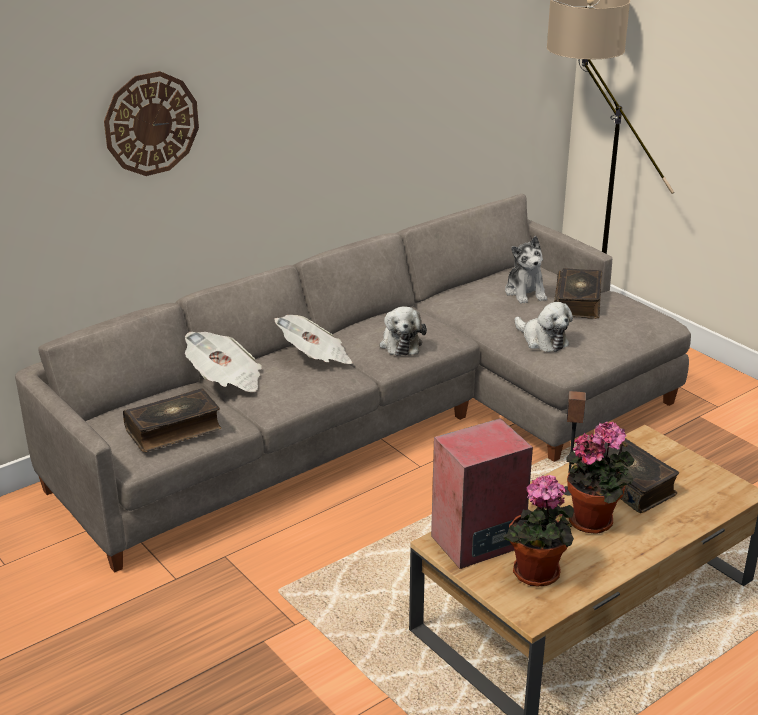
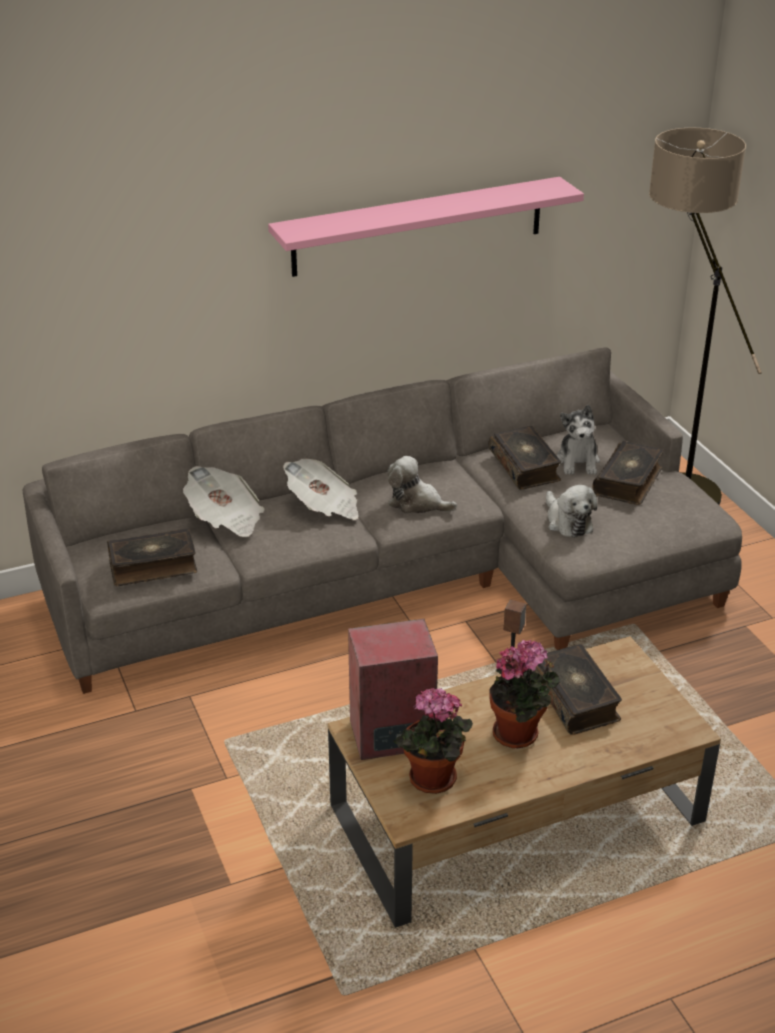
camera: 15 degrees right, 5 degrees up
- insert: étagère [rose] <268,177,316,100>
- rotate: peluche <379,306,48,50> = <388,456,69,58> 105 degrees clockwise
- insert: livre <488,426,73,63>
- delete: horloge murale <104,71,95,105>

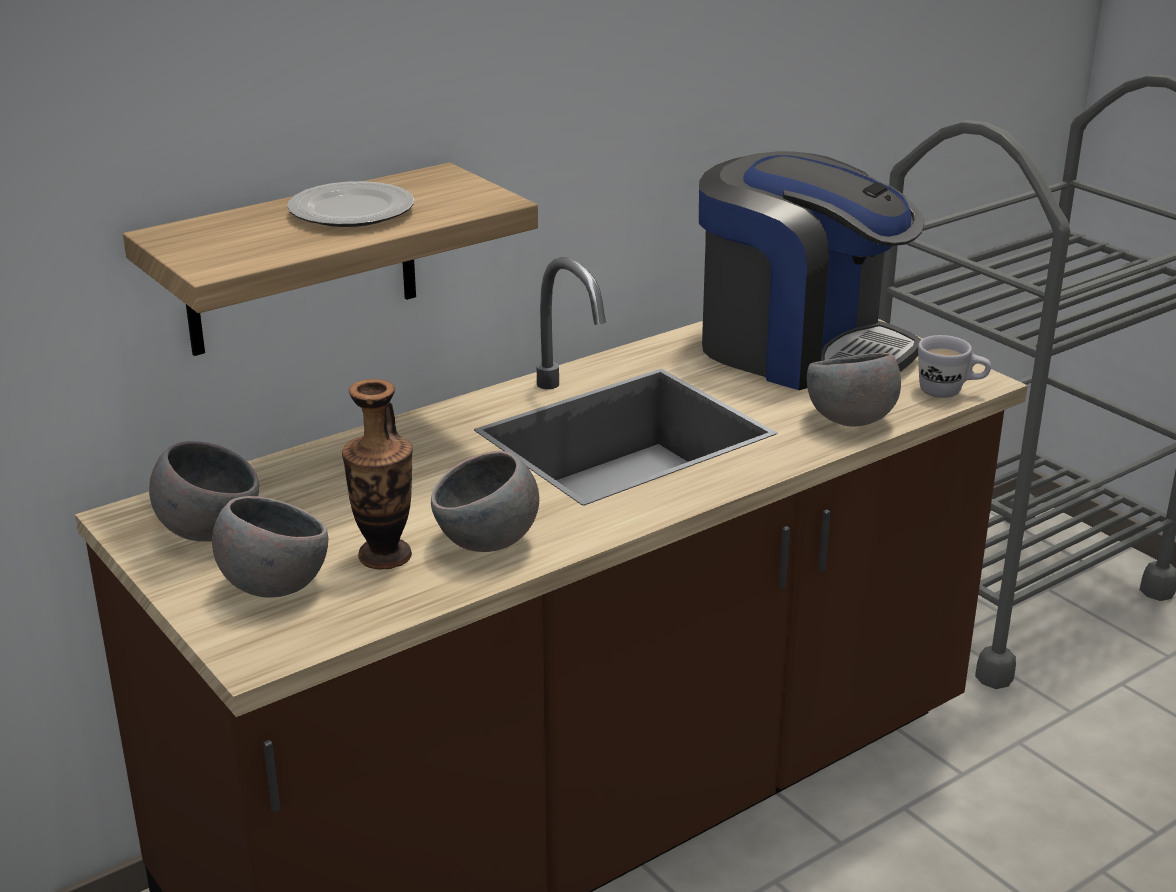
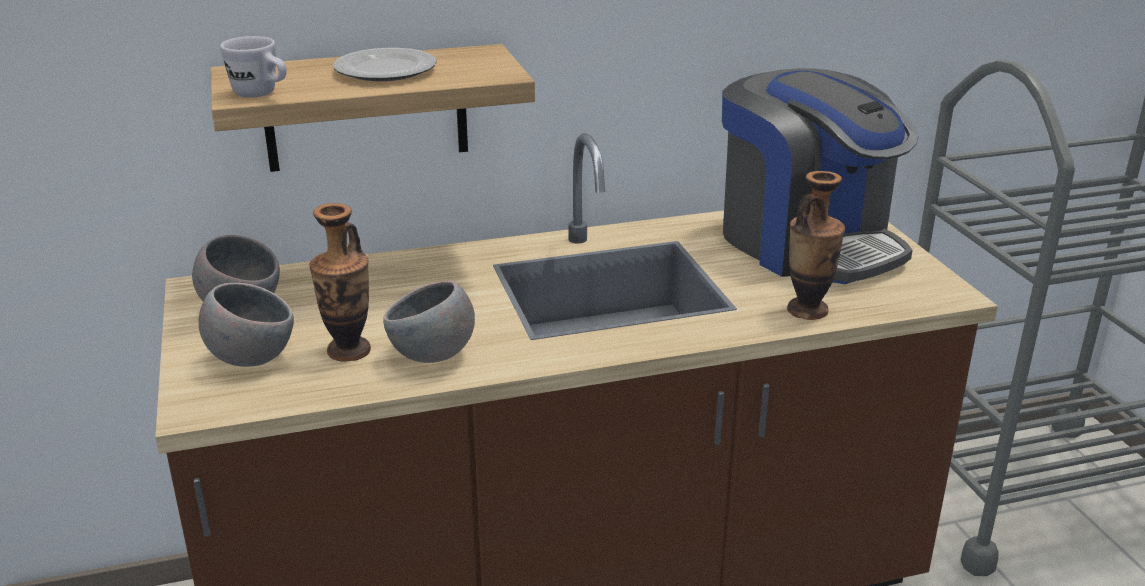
camera: 20 degrees right, 0 degrees up
- move: mug [blanc] <918,335,73,63> to <220,36,67,62>
- replace: bol [gris] <807,353,94,74> to vase <787,171,58,149>

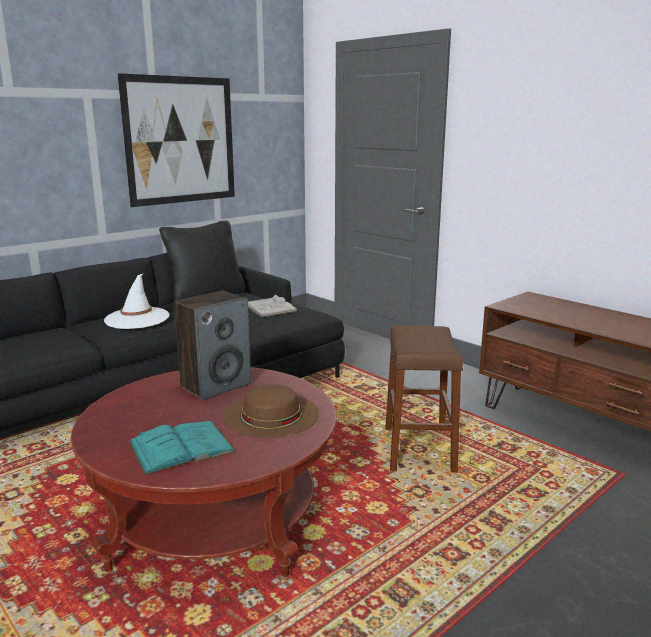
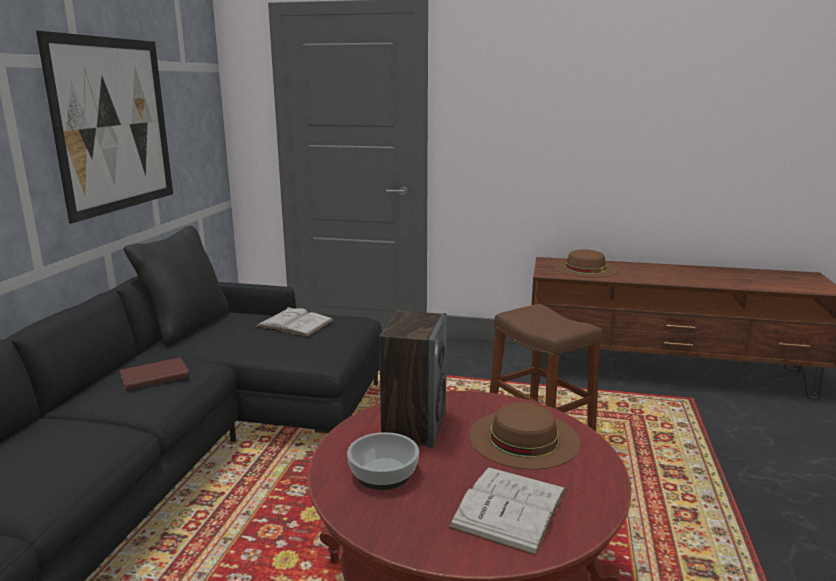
camera: 35 degrees left, 0 degrees up
- replace: chapeau [blanc] <104,274,65,55> to livre [marron] <119,358,71,33>
- insert: bol <347,432,72,58>
- recolor: livre [turquoise] <129,421,107,54> to livre [blanc] <448,467,118,89>
- insert: chapeau [marron] <553,249,66,28>

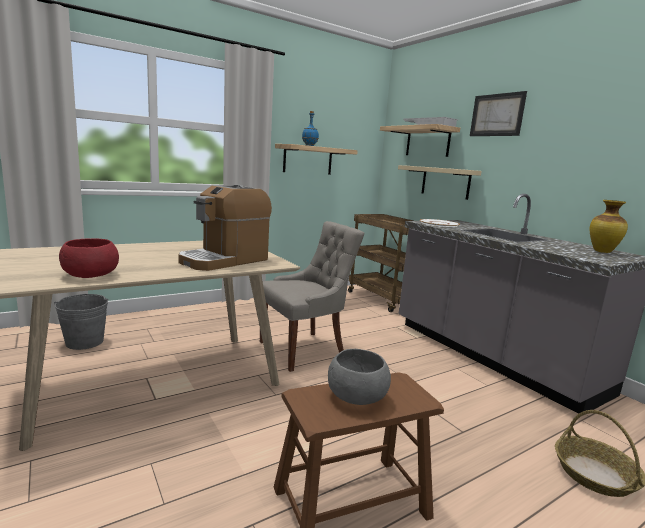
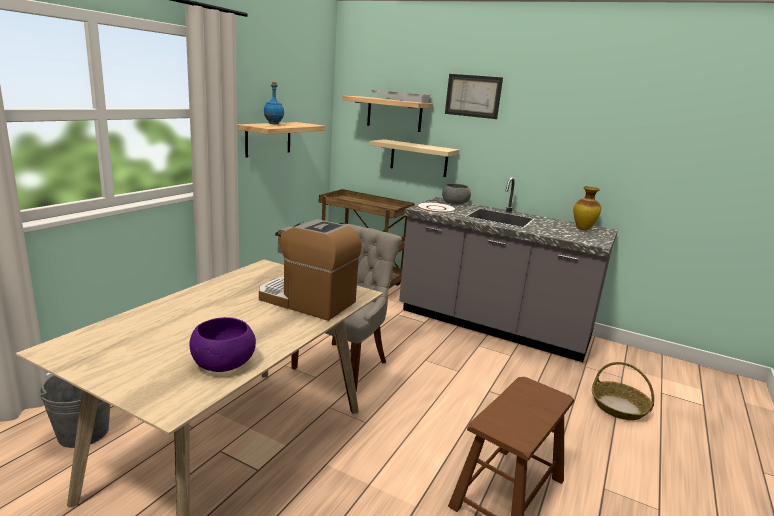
camera: 30 degrees left, 5 degrees up
- recolor: bol [rouge] <59,238,60,40> to bol [violet] <189,317,67,55>
- rotate: machine à café <178,185,94,86> = <259,219,103,102> 105 degrees clockwise
- move: bol [gris] <328,349,63,56> to <442,183,29,22>

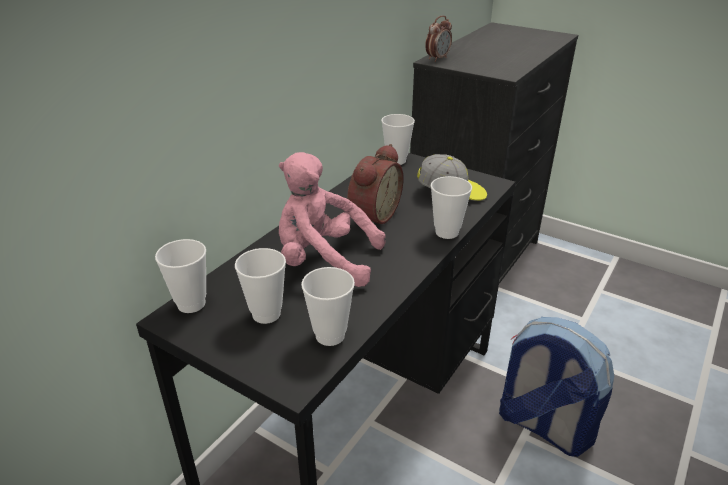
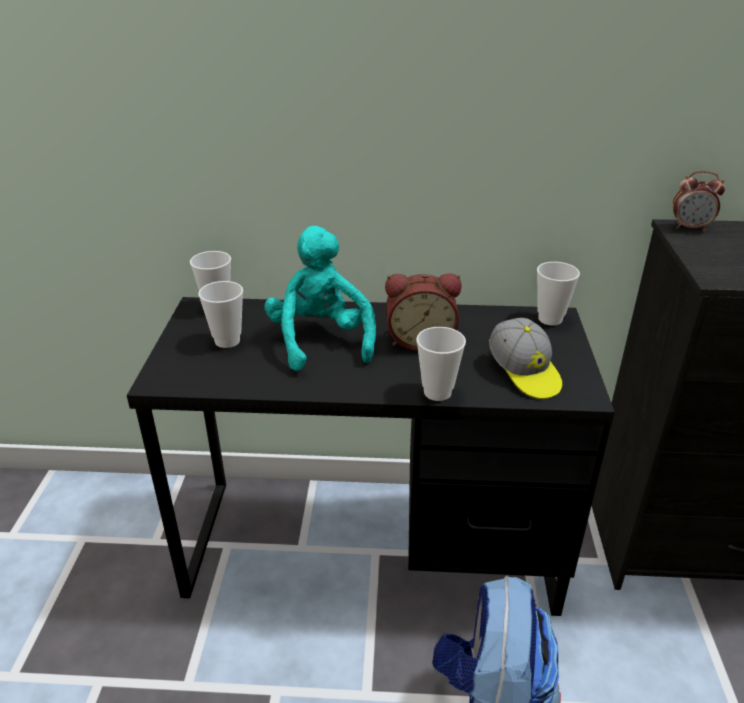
camera: 60 degrees right, 0 degrees up
- recolor: peluche [rose] <279,152,107,135> to peluche [turquoise] <264,226,112,145>
- delete: tasse <301,267,54,79>

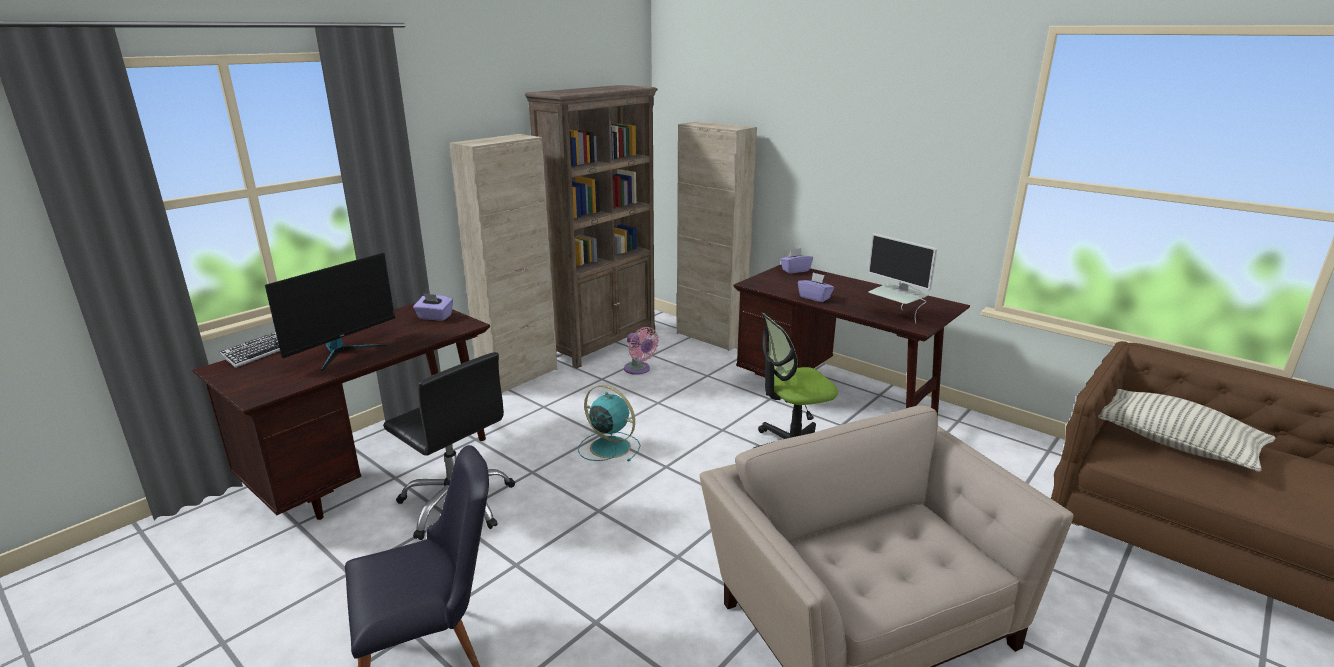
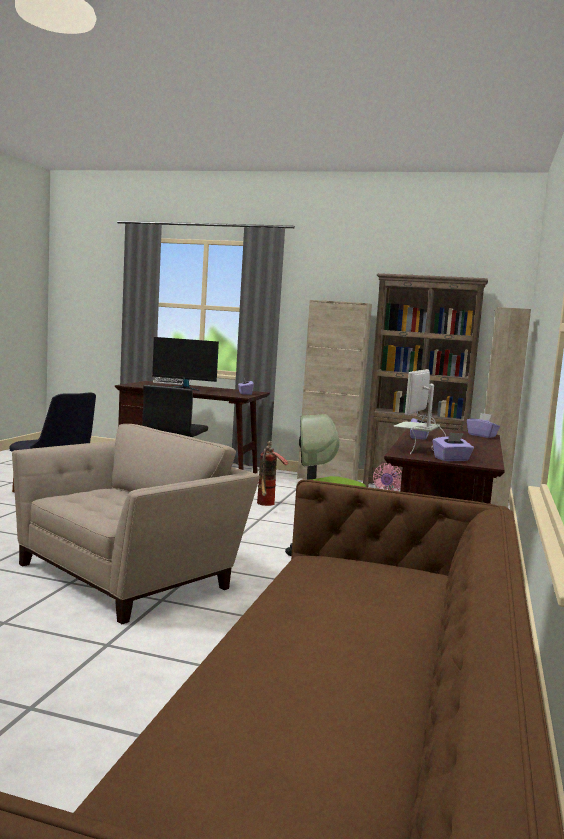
camera: 65 degrees right, 15 degrees down
- replace: ventilateur [turquoise] <578,385,63,77> to extincteur <257,441,31,65>
- insert: boîte à mouchoirs [violet] <433,433,41,28>
- delete: coussin <1098,389,178,83>

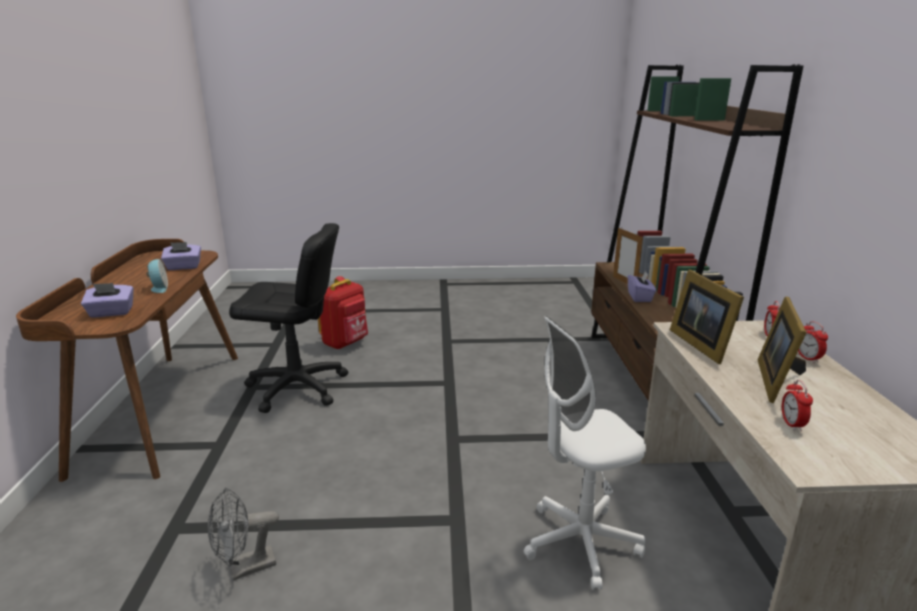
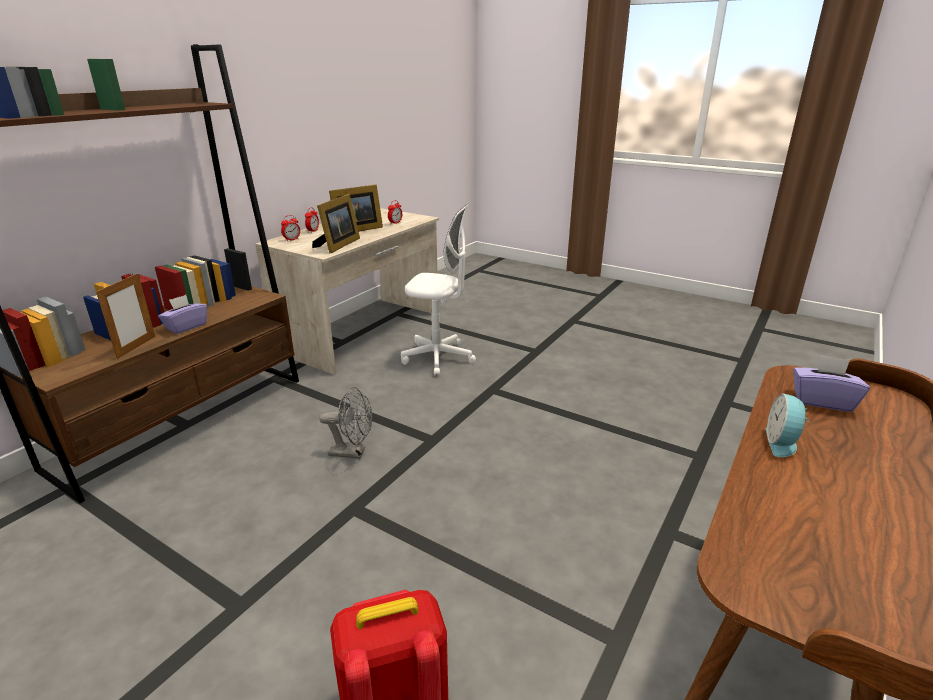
camera: 145 degrees left, 5 degrees up
- move: ventilateur [gris] <208,487,71,93> to <319,387,53,72>
- delete: boîte à mouchoirs [violet] <161,242,40,28>
- delete: chaise de bureau [noir] <229,223,119,190>

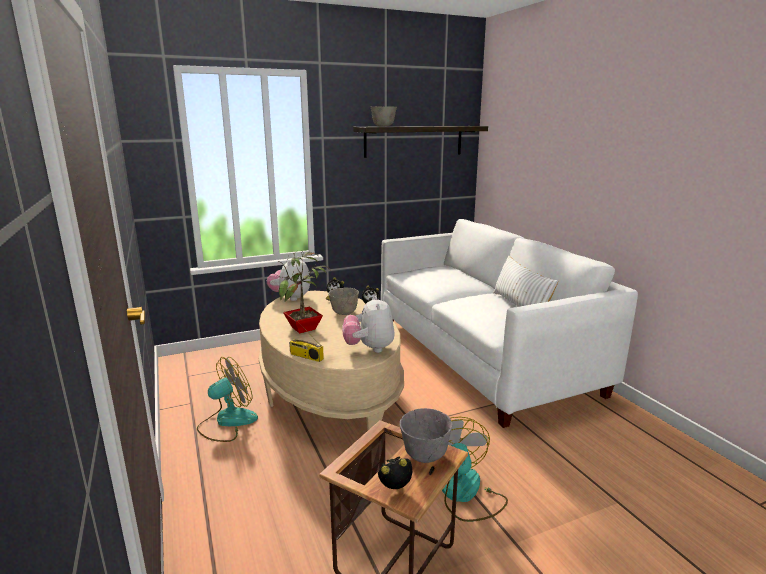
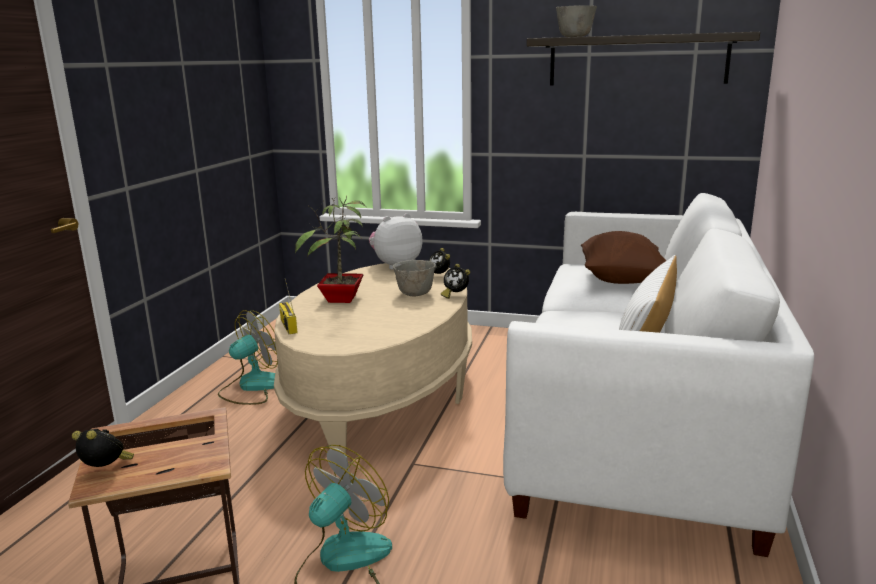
camera: 40 degrees right, 0 degrees up
- rotate: ventilateur <197,357,61,85> = <218,310,60,95> 45 degrees counterclockwise
- insert: coussin [marron] <581,231,85,53>
- delete: peluche <342,296,53,57>
- delete: bol [gris] <400,408,53,55>

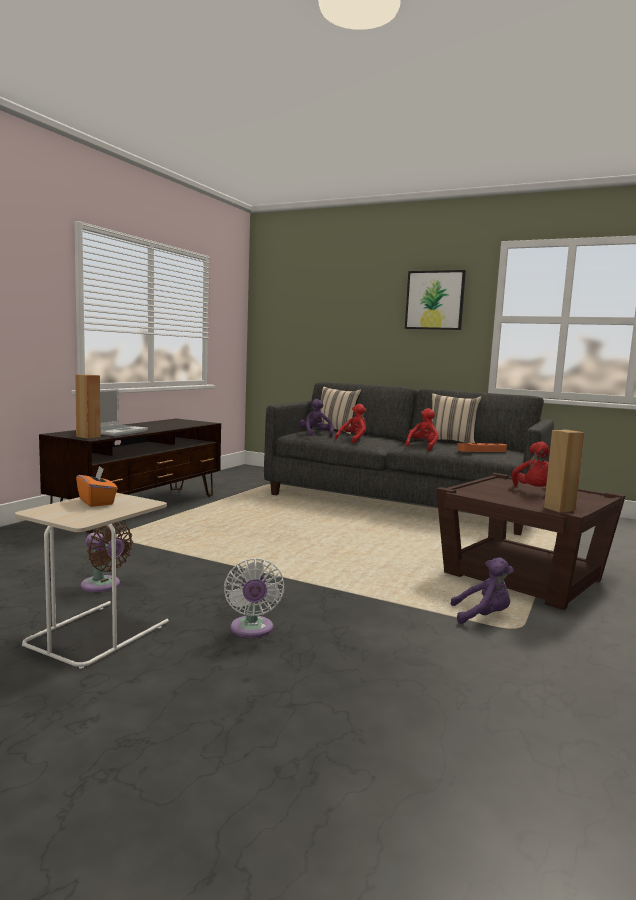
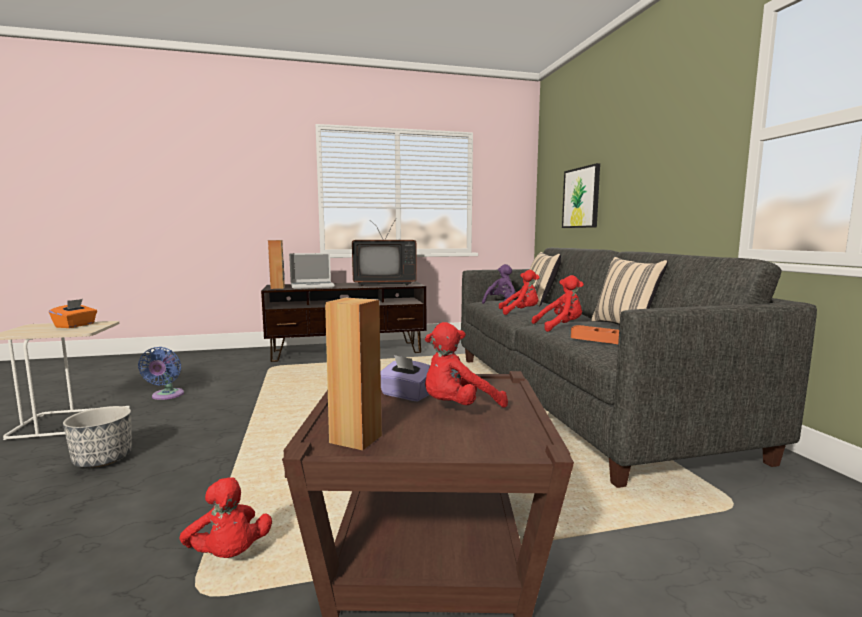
camera: 50 degrees right, 0 degrees up
- replace: ventilateur [blanc] <224,558,60,80> to cache-pot <63,406,69,61>
- recolor: ventilateur [marron] <81,522,52,70> to ventilateur [bleu] <138,347,46,53>
- recolor: peluche [violet] <450,558,64,66> to peluche [rouge] <180,477,92,81>
- insert: téléviseur <352,219,65,67>
- insert: boîte à mouchoirs [violet] <381,355,49,47>
- move: tableau <405,270,61,60> to <562,163,38,65>

